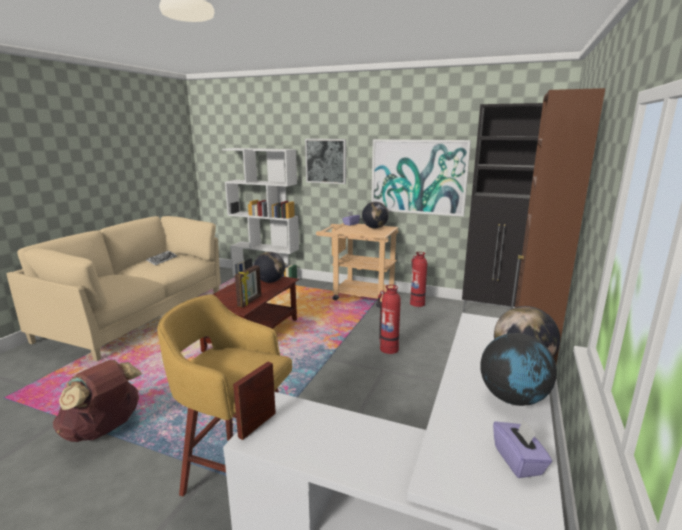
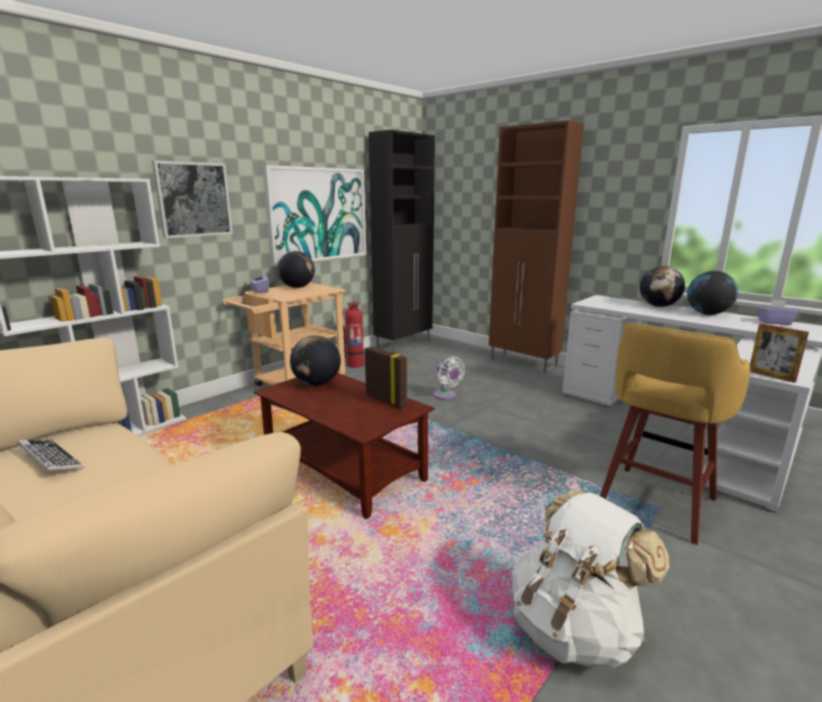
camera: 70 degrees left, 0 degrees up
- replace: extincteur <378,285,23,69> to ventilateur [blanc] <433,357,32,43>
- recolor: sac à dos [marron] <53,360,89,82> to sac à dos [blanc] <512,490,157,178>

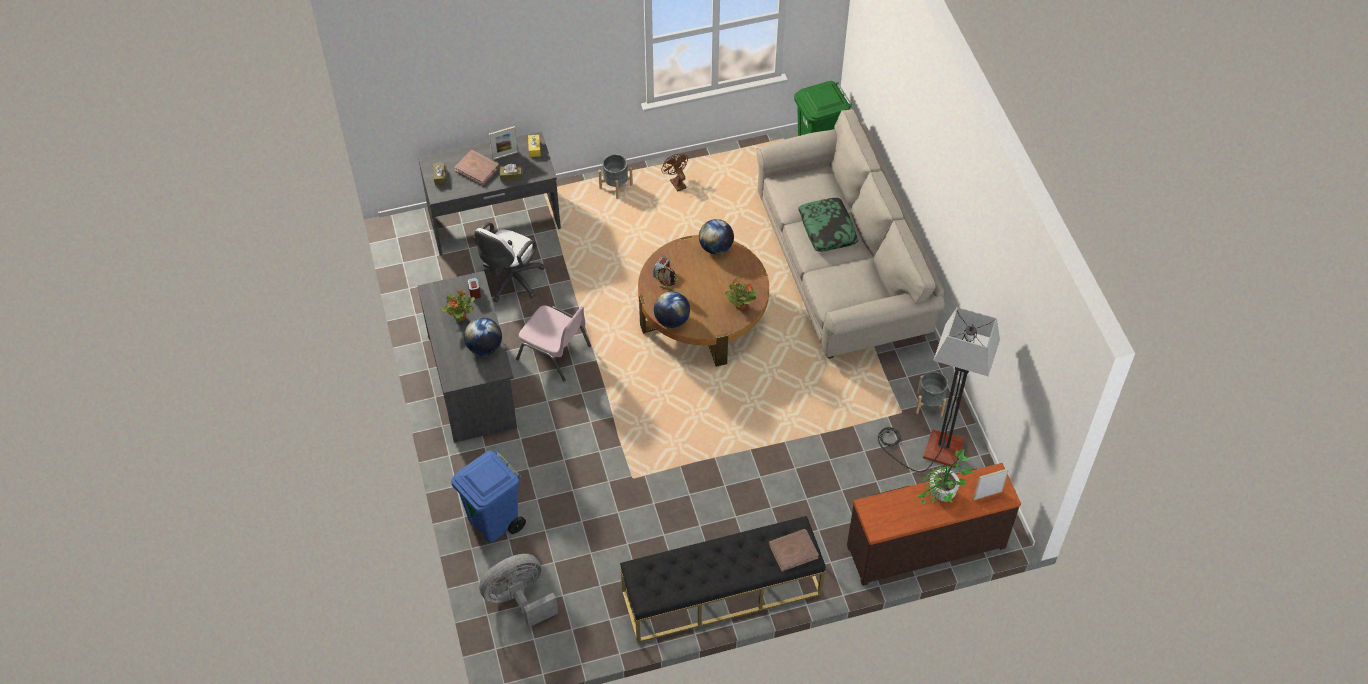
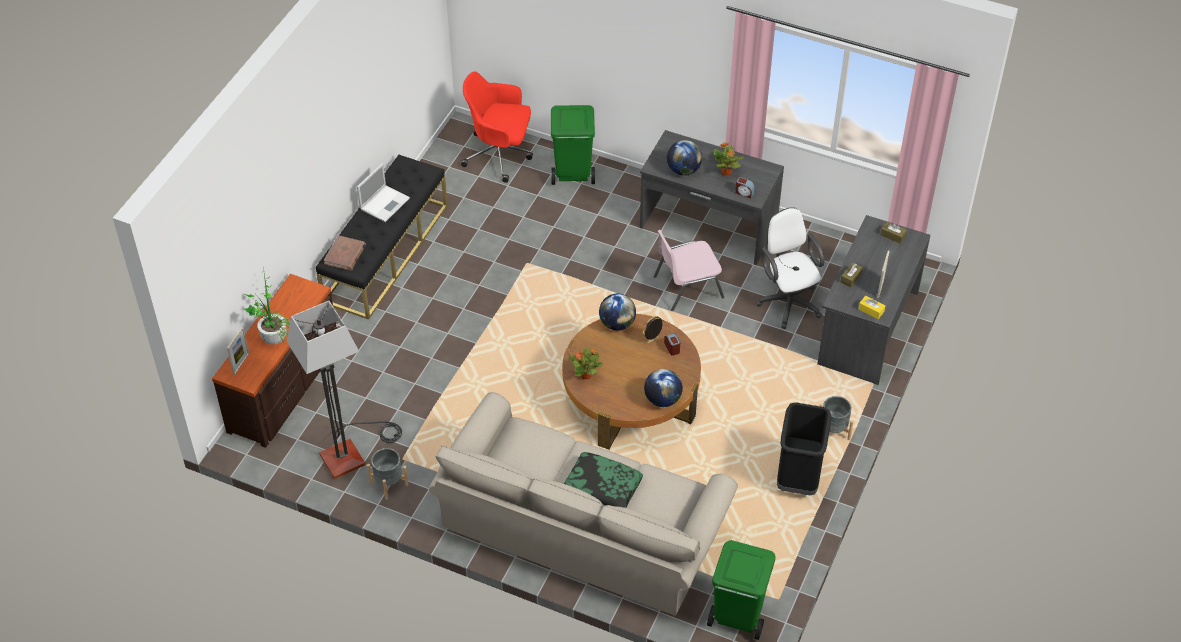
camera: 130 degrees right, 5 degrees down
- insert: ordinateur portable <357,163,53,59>
- replace: ventilateur [gris] <479,554,79,73> to chaise de bureau [rouge] <461,71,72,112>
- recolor: poubelle [bleu] <451,450,75,93> to poubelle [vert] <551,105,44,80>
- replace: ventilateur [marron] <661,154,27,37> to poubelle [noir] <777,403,54,92>
- delete: livre [marron] <454,150,45,36>

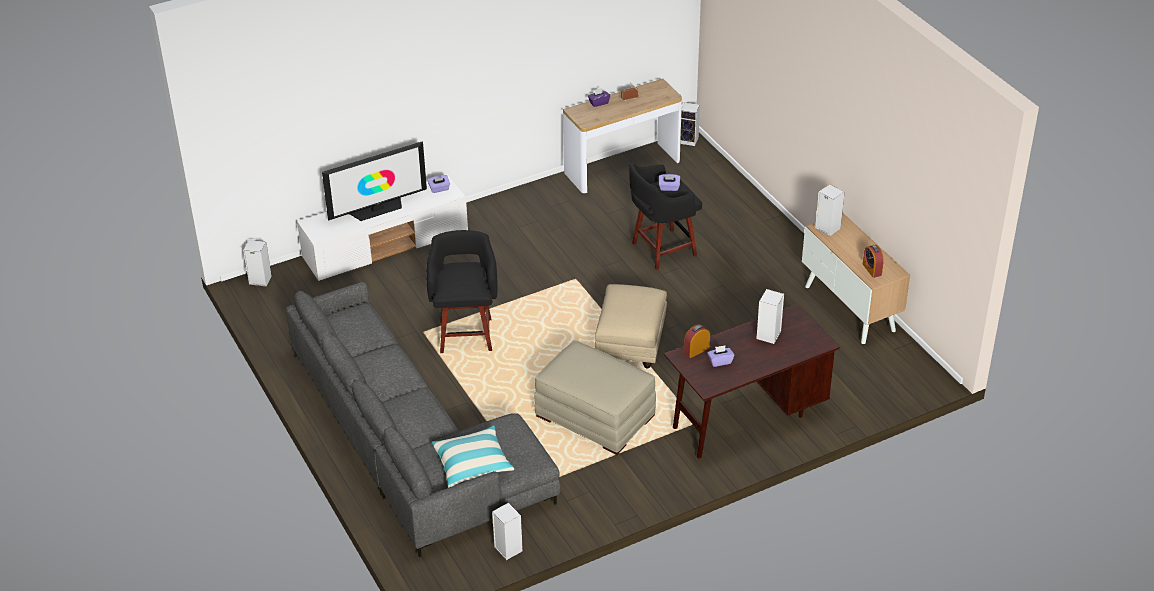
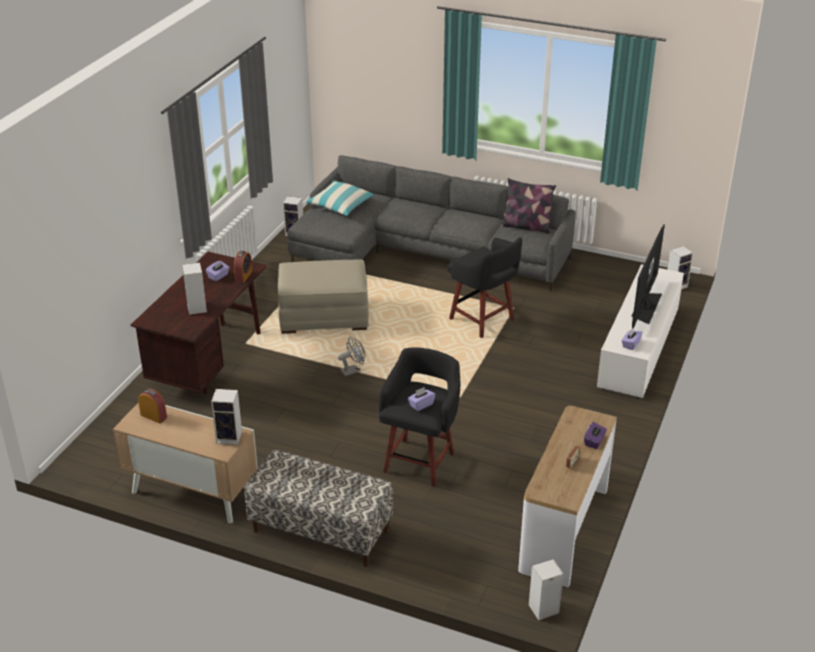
camera: 140 degrees right, 5 degrees down
- insert: banc <244,450,149,117>
- replace: pouf [beige] <595,284,72,84> to ventilateur [gris] <338,337,28,39>
- insert: coussin <501,178,55,56>

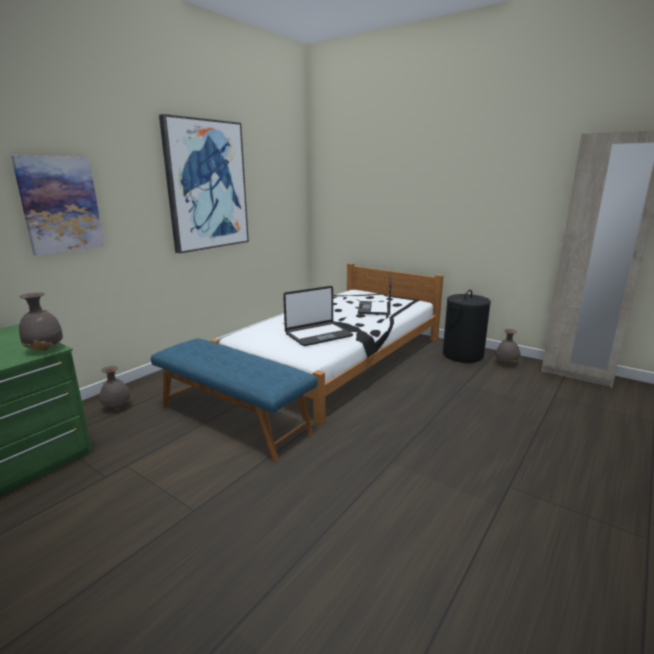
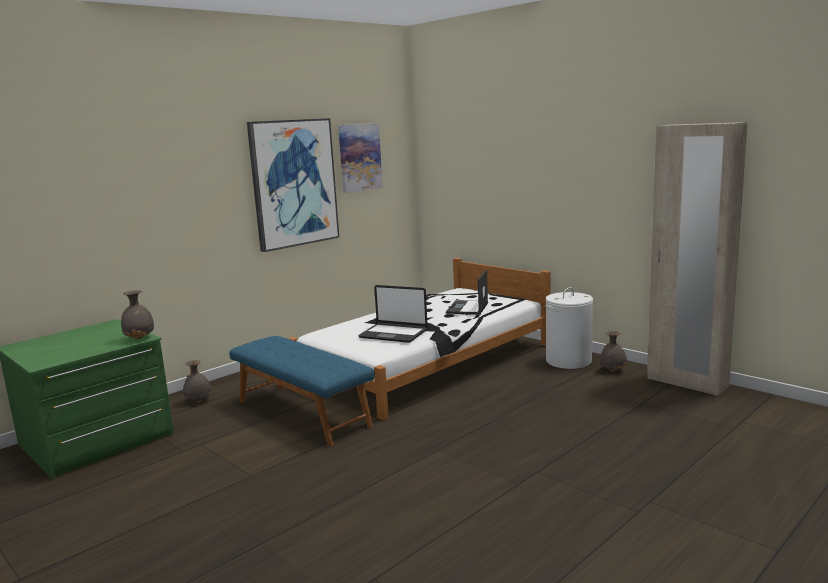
camera: 10 degrees right, 5 degrees down
- move: tableau <11,156,93,100> to <338,123,45,70>
- rotate: ordinateur portable <283,286,70,60> = <358,285,70,58> 45 degrees clockwise
- recolor: panier à linge [noir] <443,290,48,73> to panier à linge [blanc] <545,287,48,82>

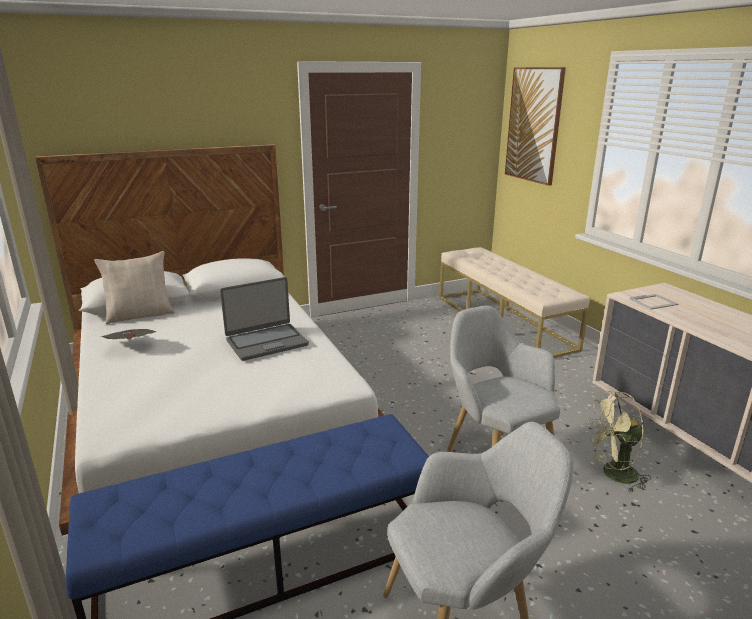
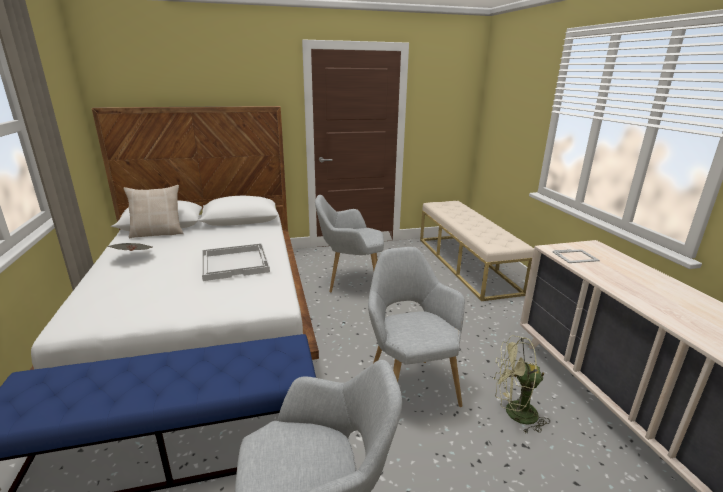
camera: 10 degrees right, 0 degrees up
- replace: ordinateur portable <220,277,89,84> to plateau [blanc] <202,243,68,38>
- insert: fauteuil [gris] <315,195,69,98>
- delete: tableau <505,67,61,119>

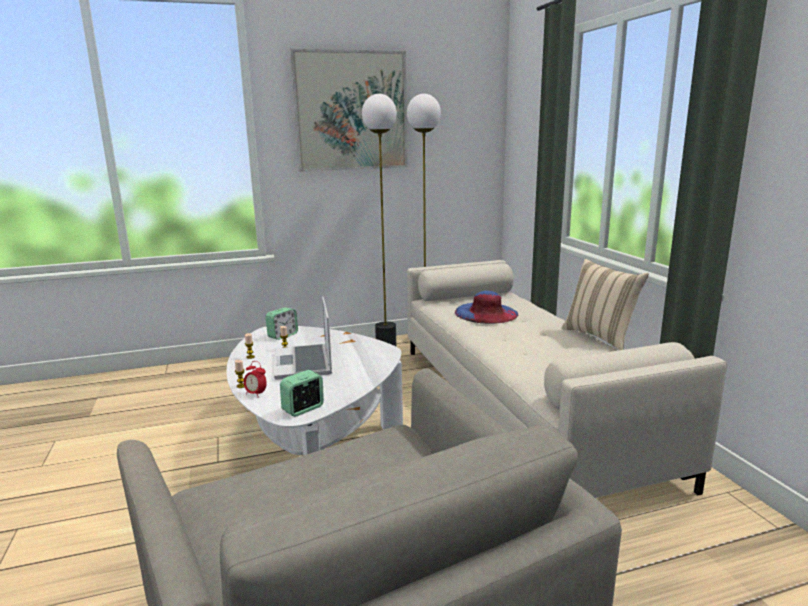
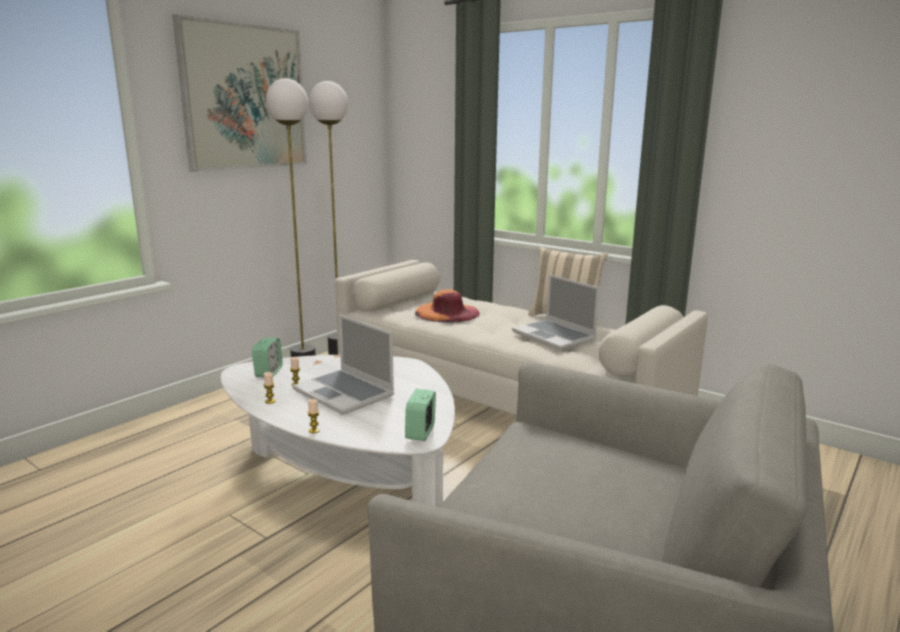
camera: 35 degrees left, 0 degrees up
- recolor: chapeau [bleu] <455,291,63,33> to chapeau [orange] <415,289,65,33>
- insert: ordinateur portable <512,274,87,76>
- delete: réveil <244,361,23,37>

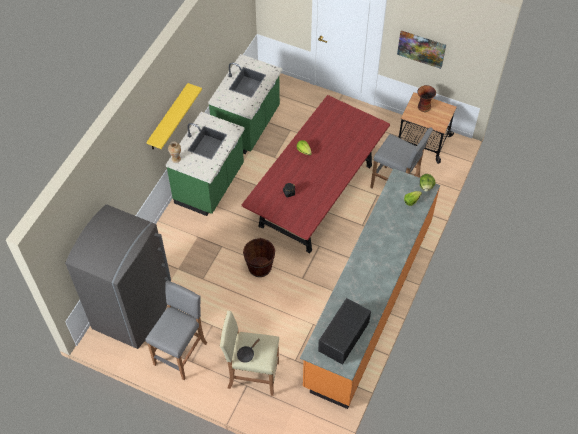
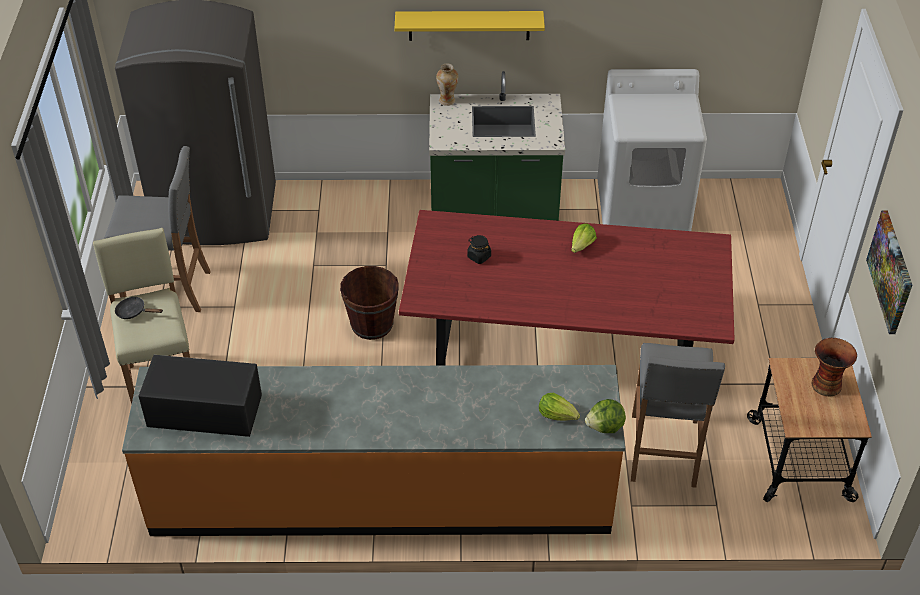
camera: 65 degrees right, 10 degrees down
- replace: comptoir de cuisine [vert] <208,54,74,100> to lave-linge [blanc] <597,69,110,162>

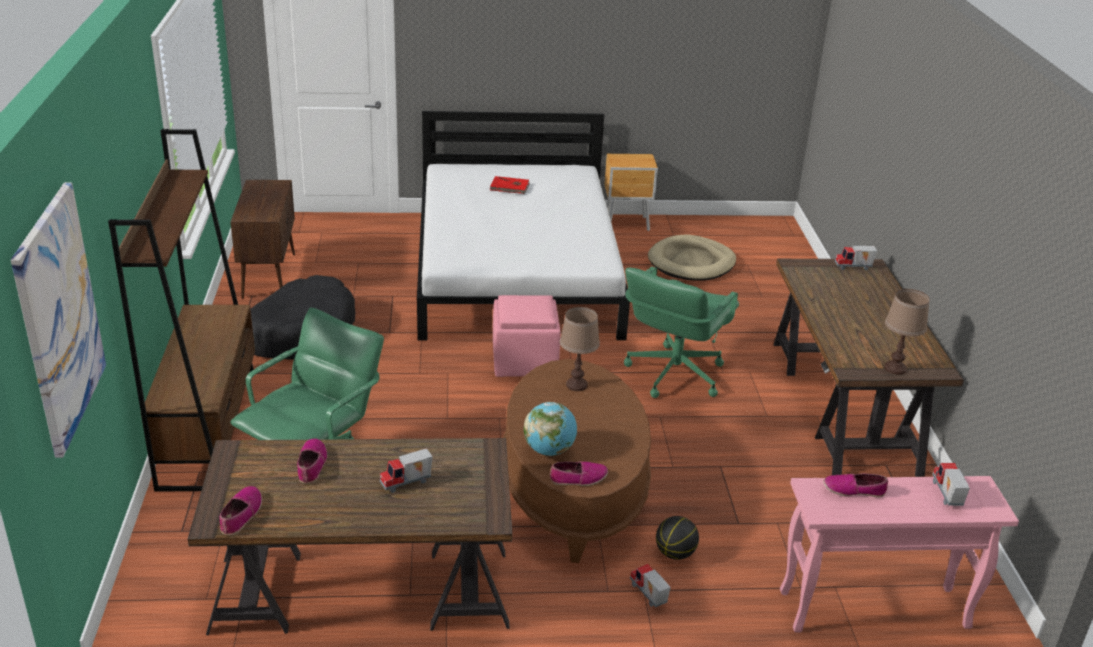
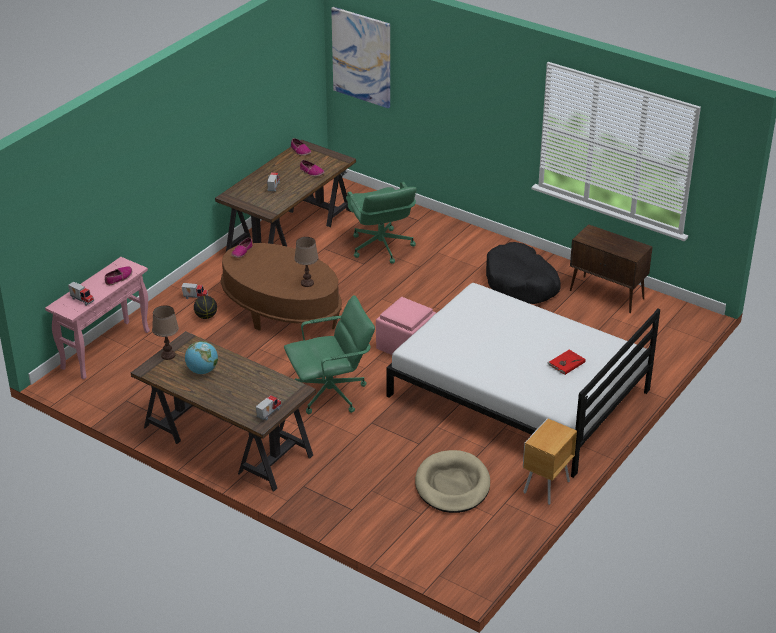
camera: 130 degrees right, 5 degrees up
- move: globe <524,402,53,54> to <185,341,33,33>
- rotate: chaise de bureau [vert] <624,267,115,131> = <284,295,91,119> 90 degrees clockwise
- delete: bibliothèque [marron] <108,129,147,363>

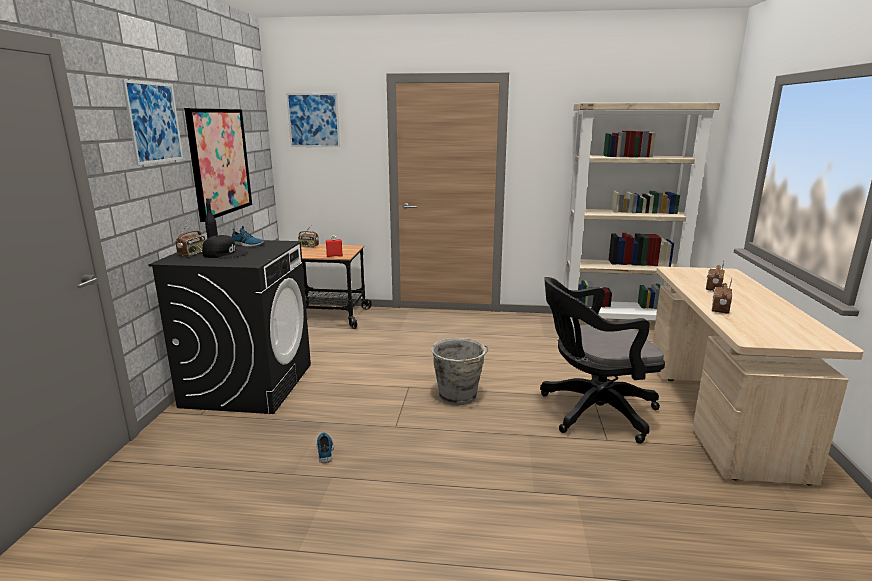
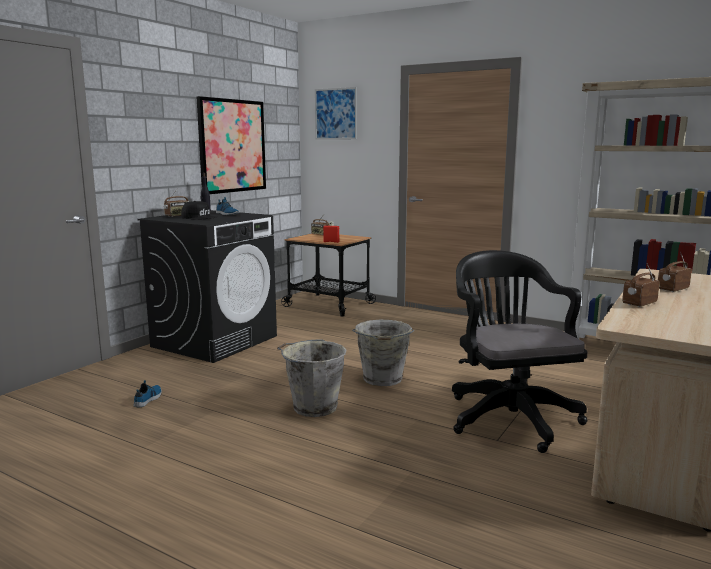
camera: 25 degrees right, 5 degrees down
- move: chaussure <316,433,18,30> to <134,380,28,27>
- insert: seau [gris] <277,339,70,78>
- rotate: chaise de bureau [noir] <540,277,125,167> = <452,250,136,203> 60 degrees clockwise
- delete: tableau <122,79,61,86>

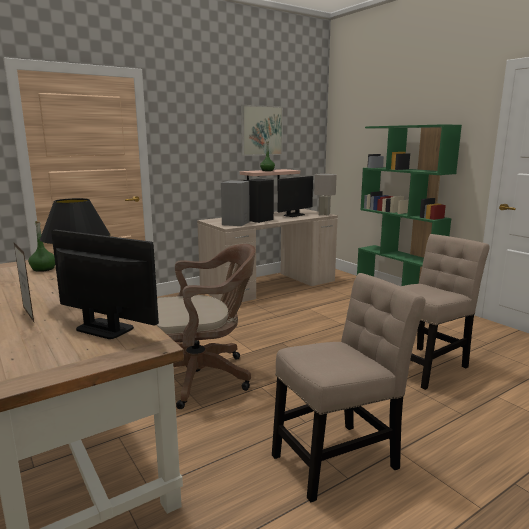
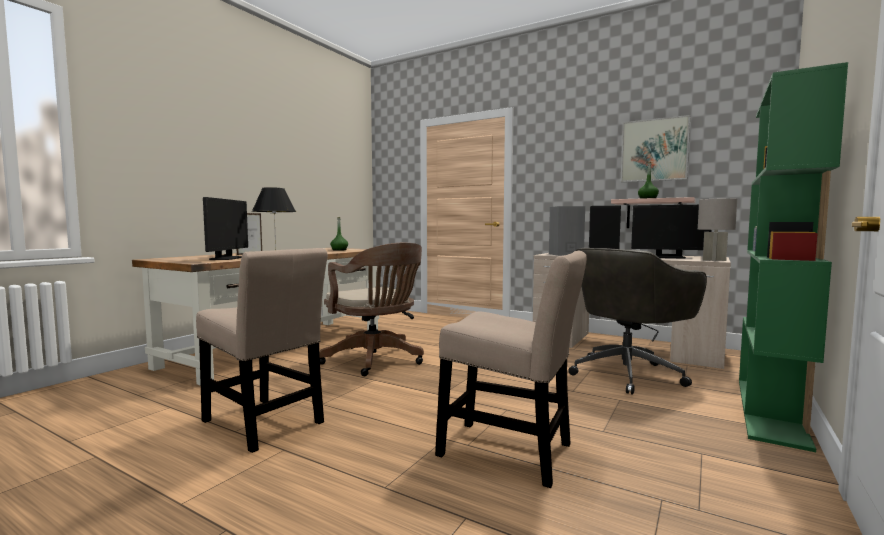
camera: 65 degrees right, 10 degrees down
- insert: chaise de bureau [gris] <568,248,139,147>

